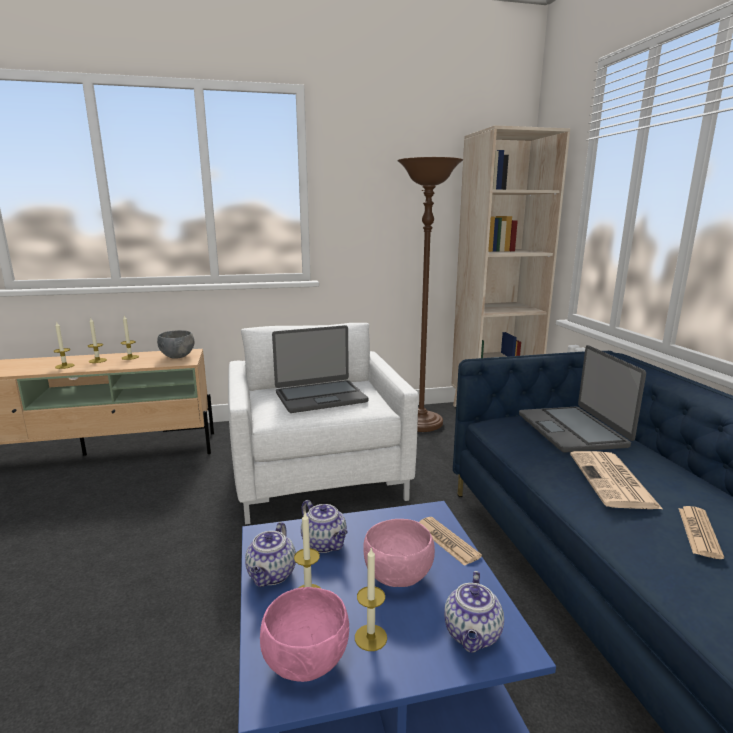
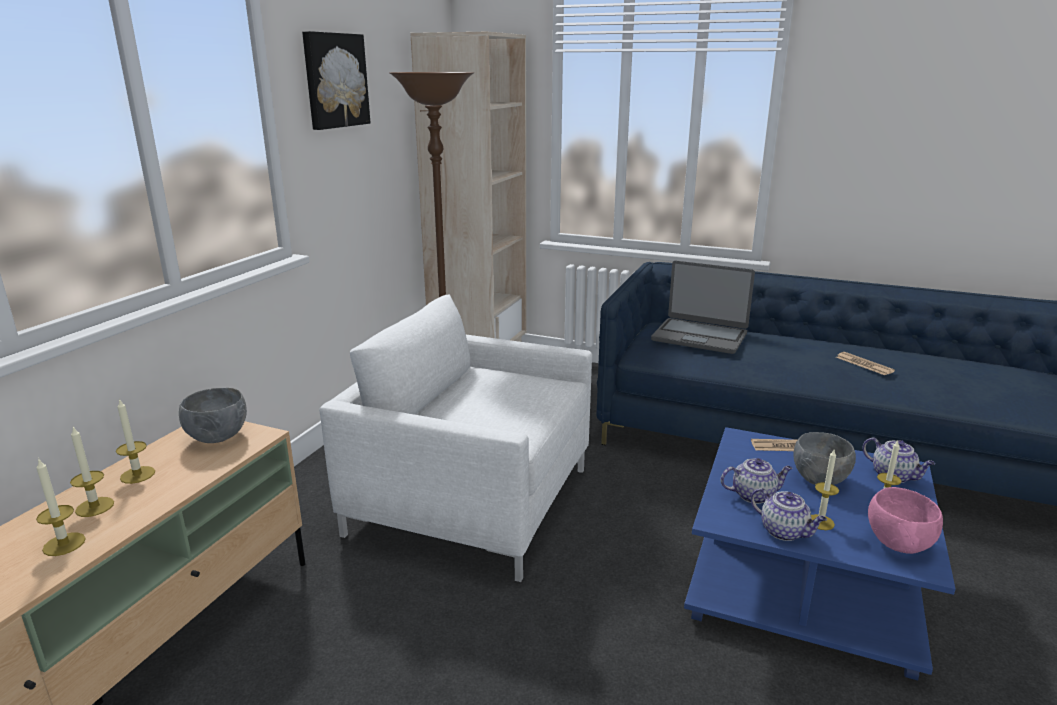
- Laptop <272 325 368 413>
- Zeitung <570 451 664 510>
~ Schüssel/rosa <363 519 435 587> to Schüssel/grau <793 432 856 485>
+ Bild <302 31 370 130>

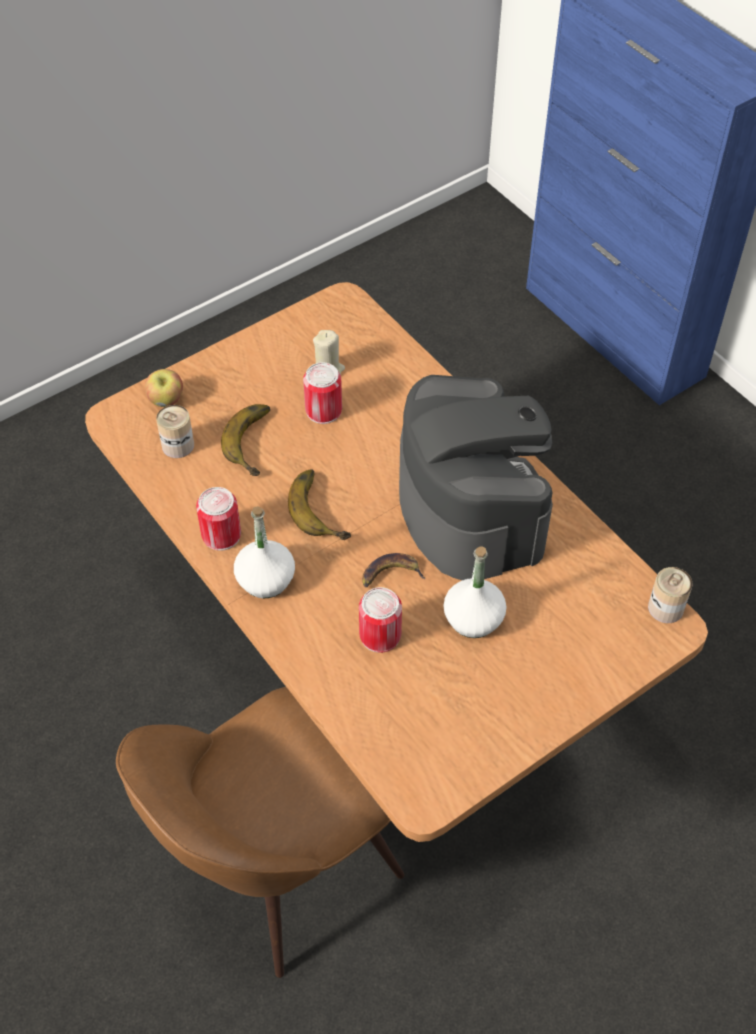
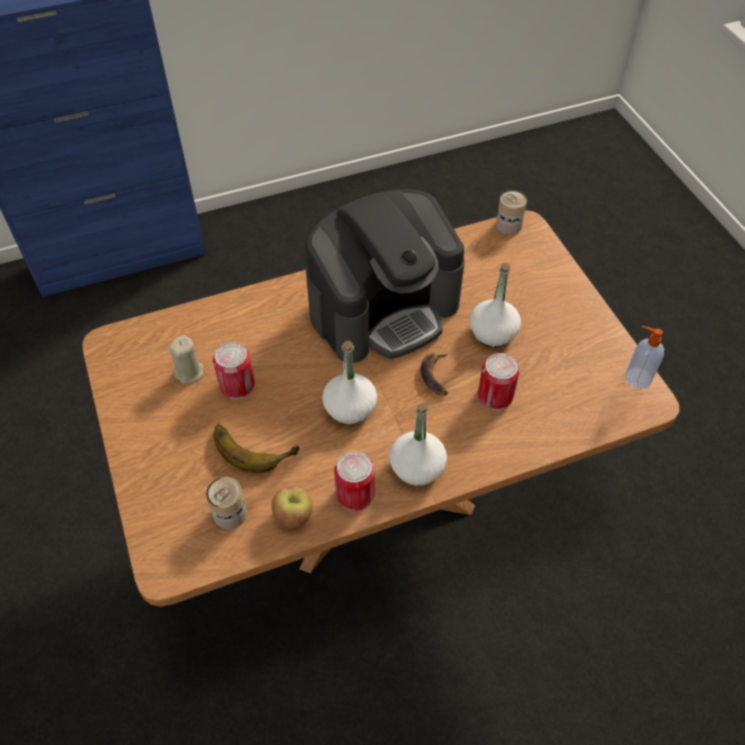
~ Apfel <145 369 183 407> to <272 487 313 528>
~ Kaffeemaschine <399 375 553 580> = <306 189 465 363> 150 degrees clockwise
~ Banane <288 470 351 540> to Flasche/weiß <322 341 377 425>
- Stuhl/braun <116 687 404 978>
+ Seifenspender <625 326 664 389>

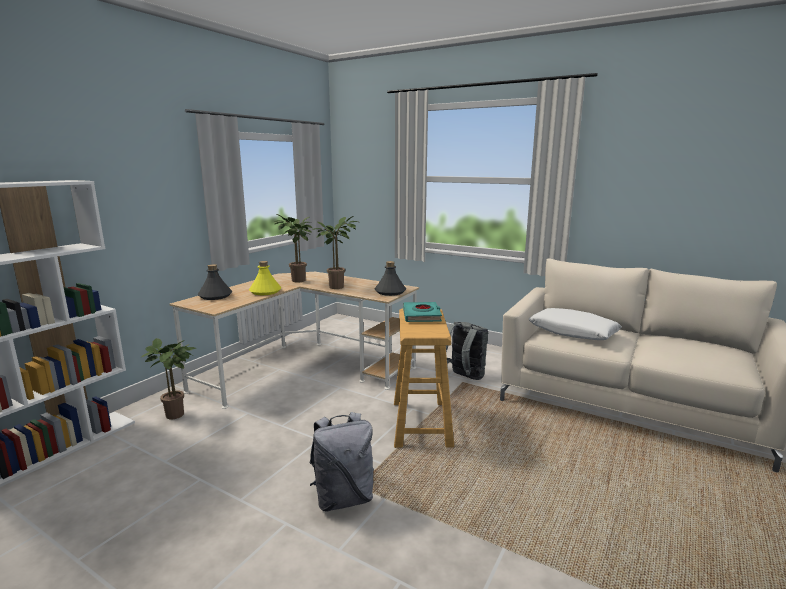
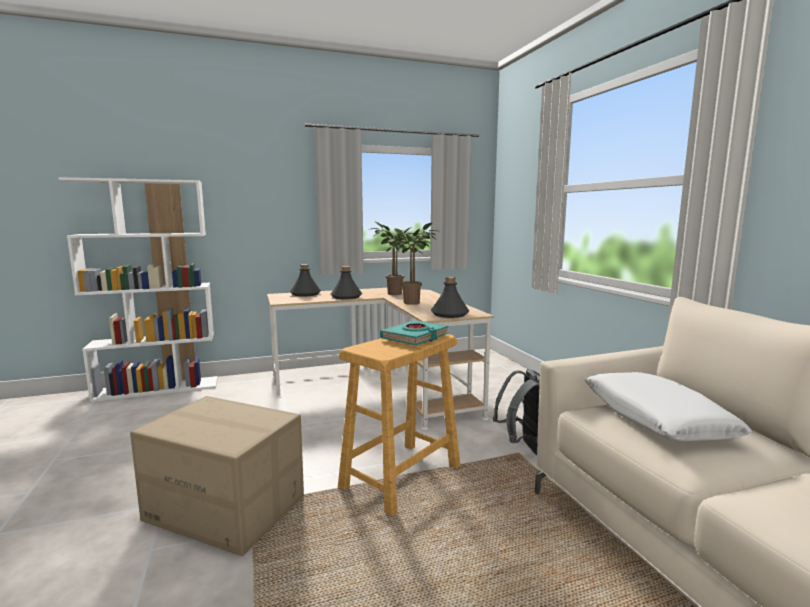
~ Flasche/gelb <249 261 282 295> to Flasche/grau <331 266 362 299>
- Topfpflanze <140 338 197 419>
~ Rucksack/grau <309 412 374 512> to Karton <130 396 304 556>

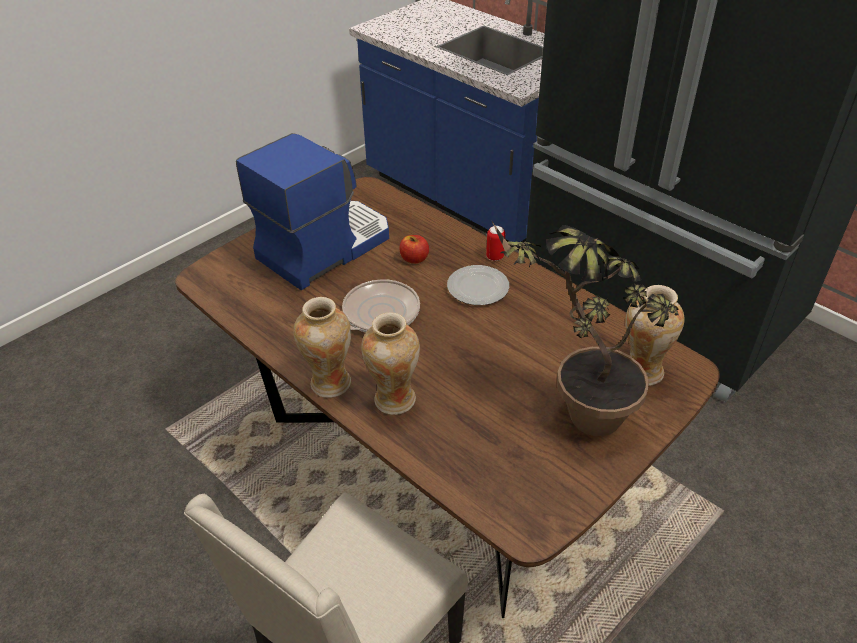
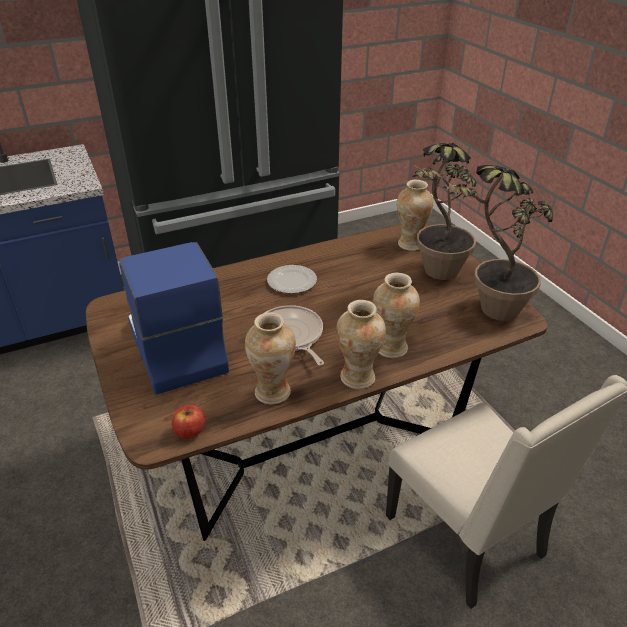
- Dose <486 226 505 261>
~ Apfel <399 235 429 264> to <172 405 205 439>
+ Topfpflanze <438 165 553 321>
+ Vase <245 312 296 404>

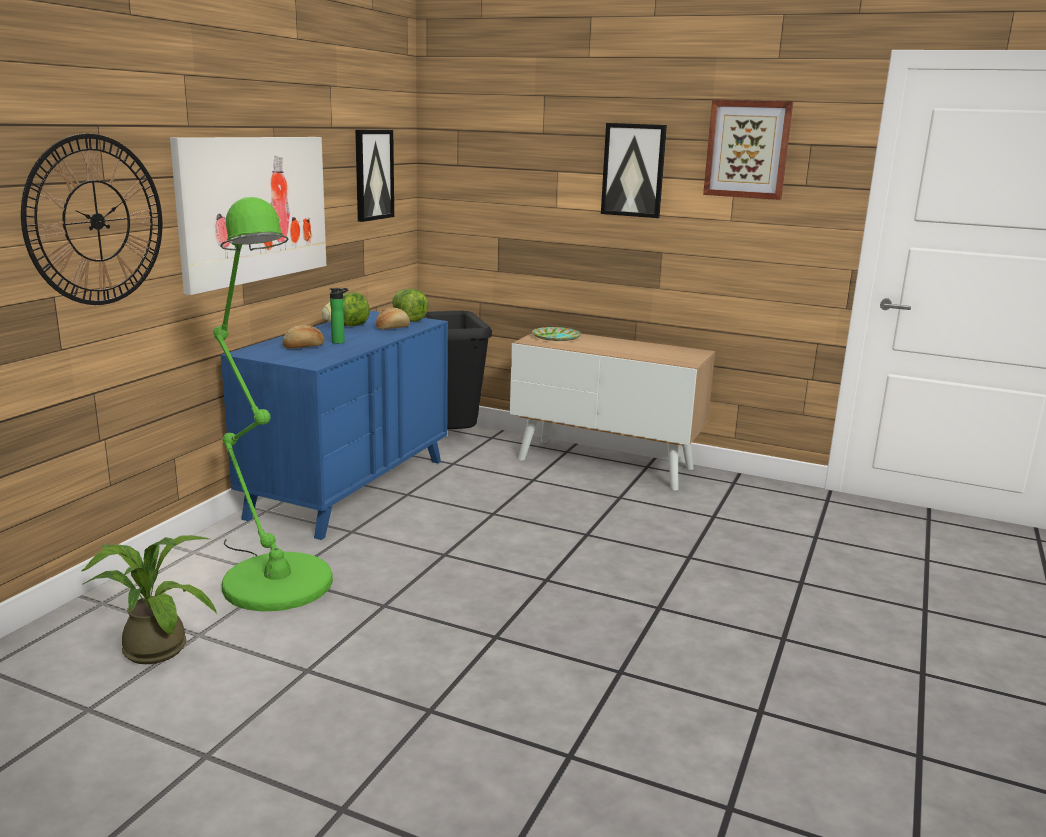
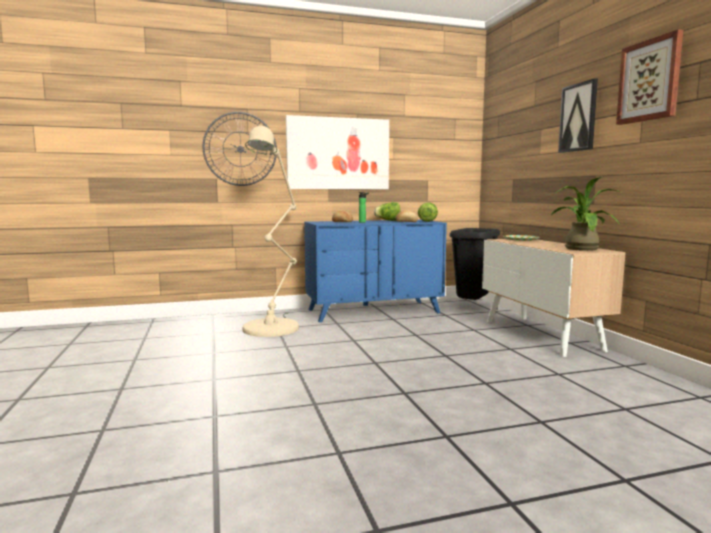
- Bild <355 130 394 222>
~ Stehlampe/grün <213 197 333 612> to Stehlampe/beige <242 126 299 337>
~ Topfpflanze <81 535 217 664> to <551 177 623 251>

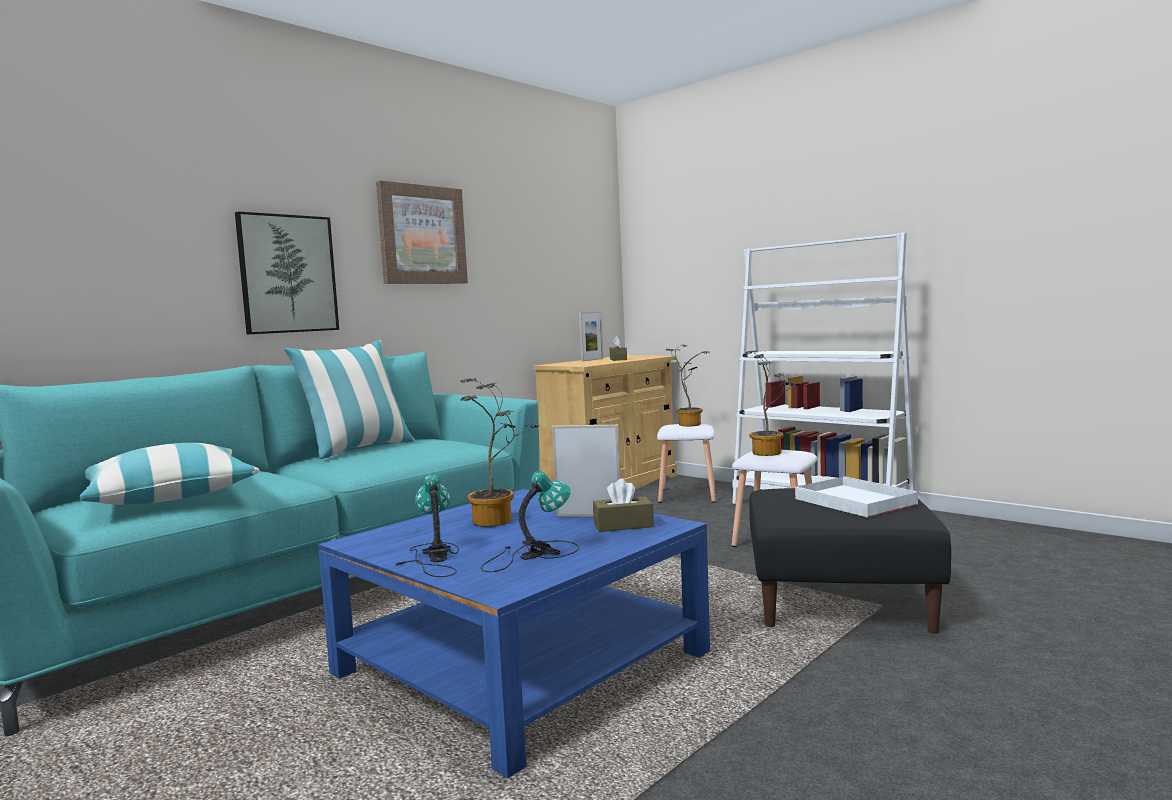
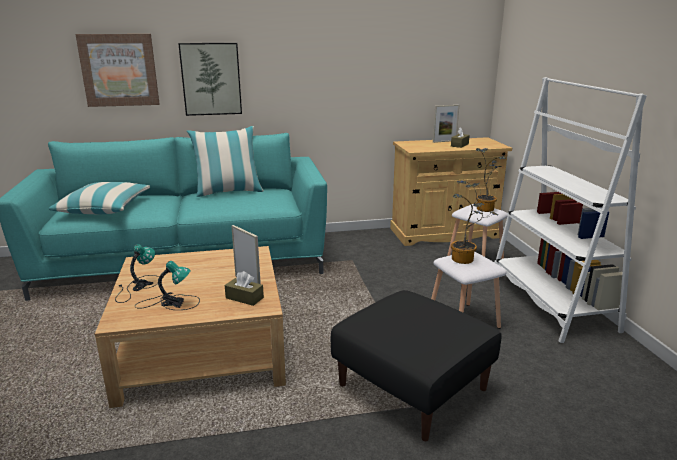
~ Bild <376 180 468 284> to <75 34 159 107>
- Topfpflanze <460 378 539 527>
- Tablett/weiß <795 476 920 518>
~ Couchtisch/blau <318 489 710 778> to Couchtisch/beige <95 246 286 408>

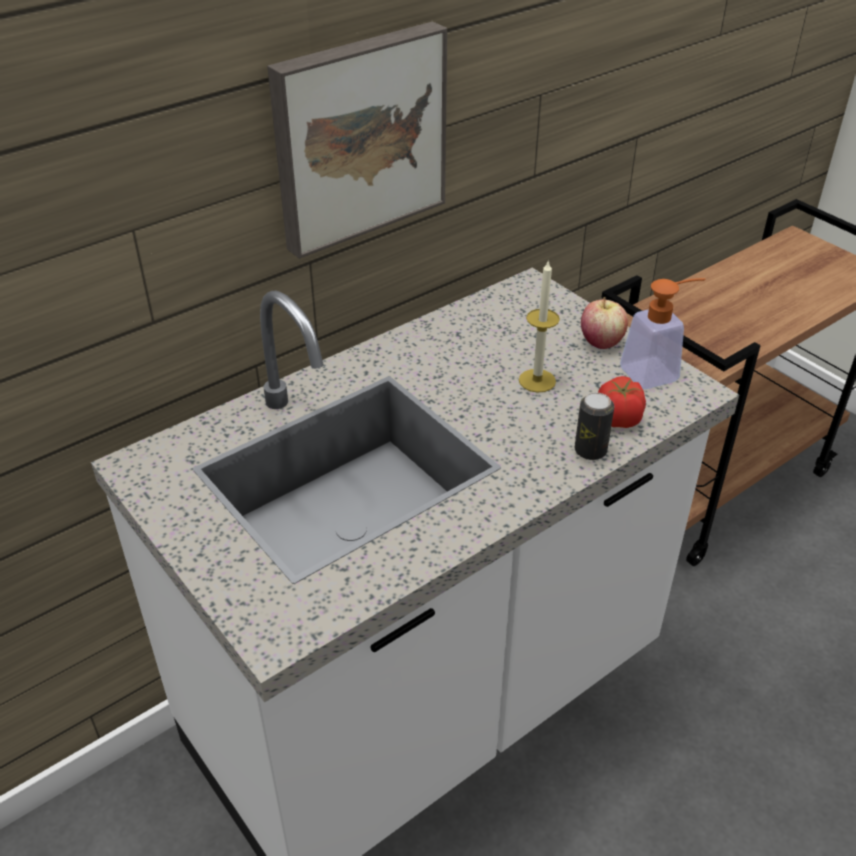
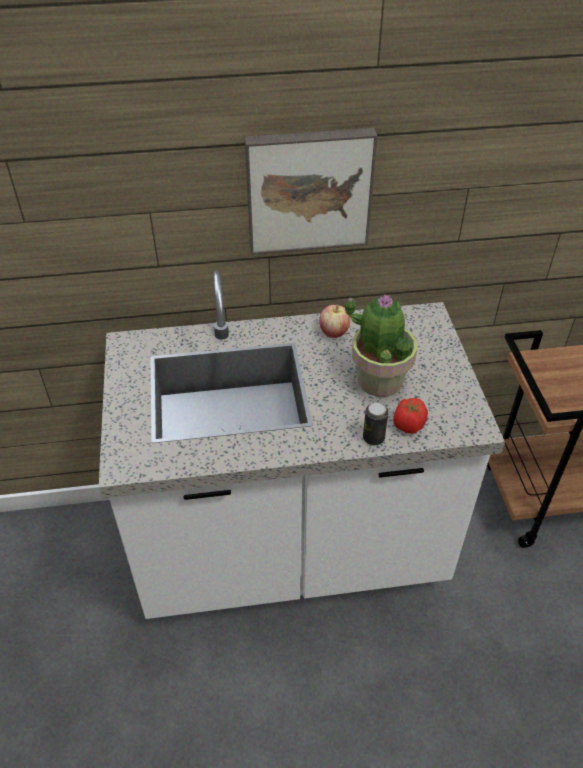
~ Kerze <519 260 560 393> to Topfpflanze <345 294 417 397>
- Seifenspender <620 278 705 389>
~ Apfel <581 297 628 349> to <319 304 350 338>

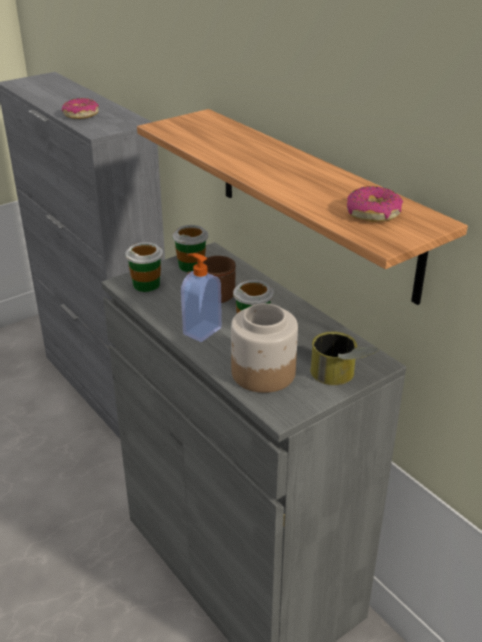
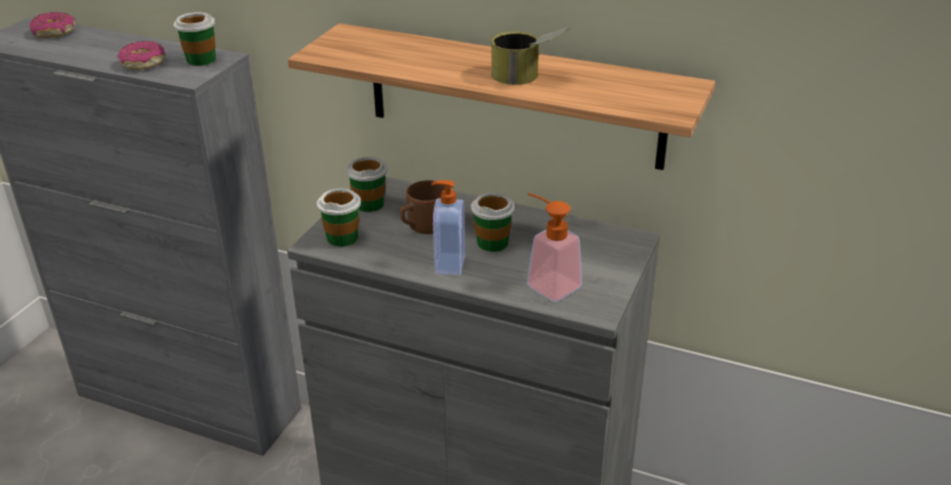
~ Donut <347 186 403 222> to <29 12 75 38>
~ Vorratsglas <231 303 298 393> to Seifenspender <527 193 582 302>
~ Dose <310 332 379 385> to <491 27 570 85>
+ Tasse <174 12 216 66>

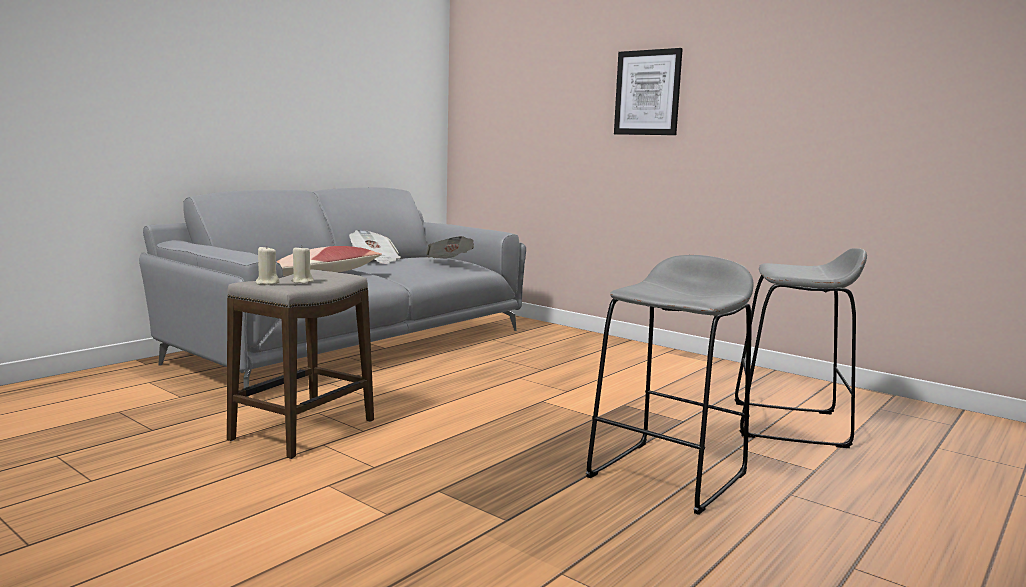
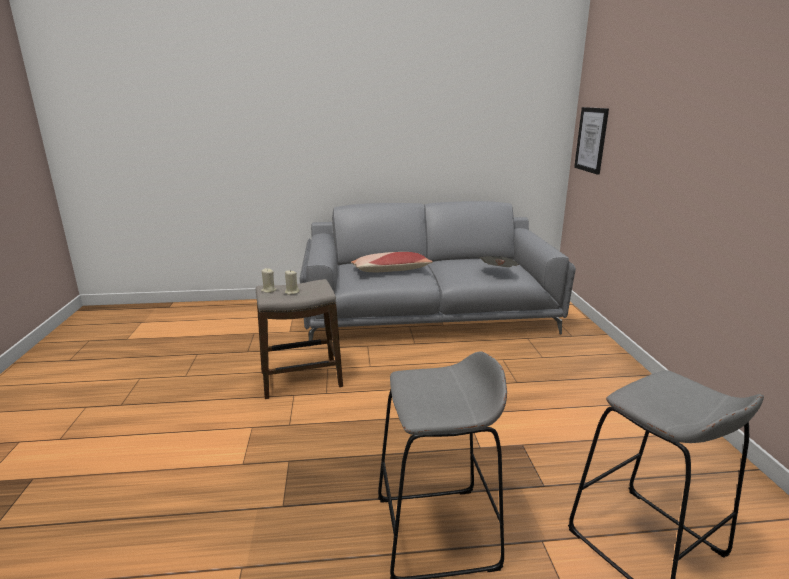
~ Bild <614 48 683 135> to <574 107 609 175>
- Zeitung <349 230 401 264>

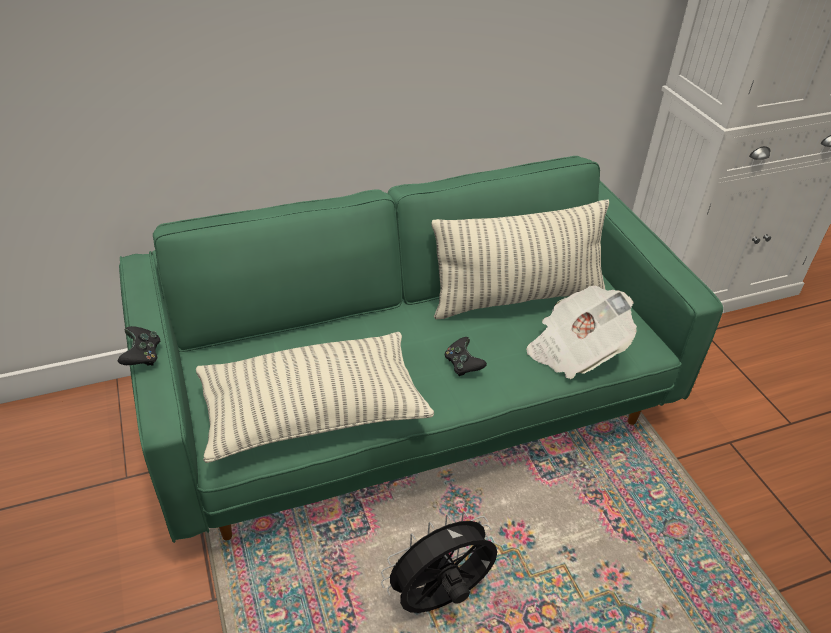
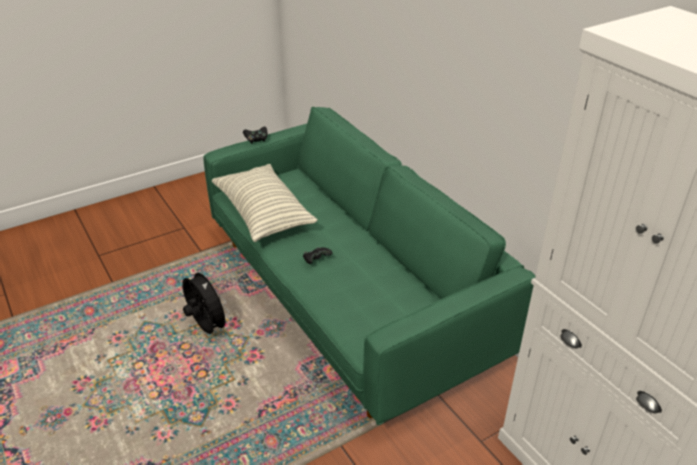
- Kissen <432 199 609 319>
- Zeitung <526 286 637 379>

